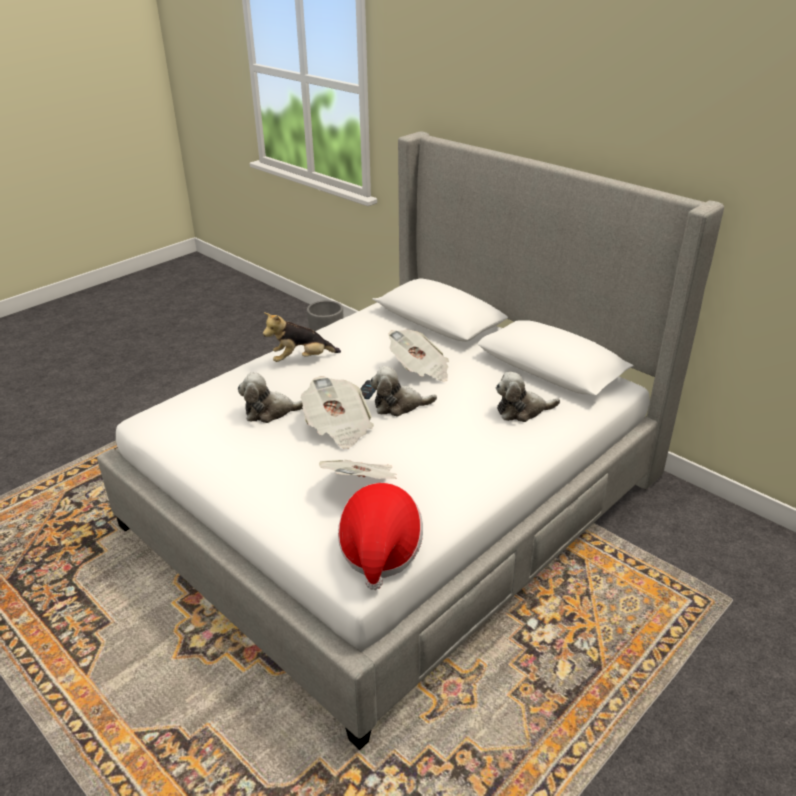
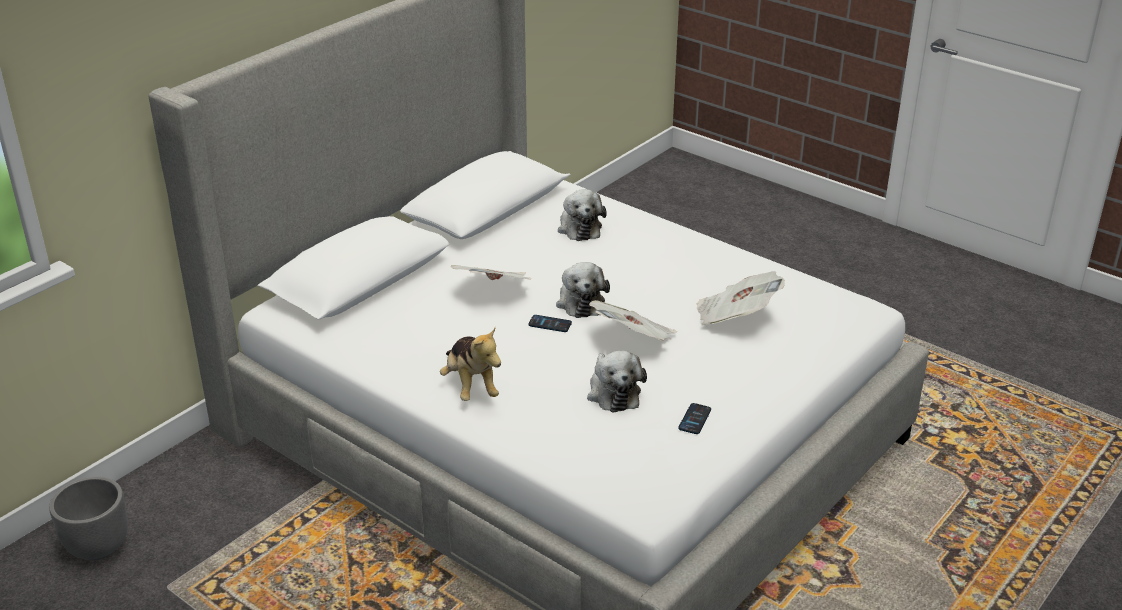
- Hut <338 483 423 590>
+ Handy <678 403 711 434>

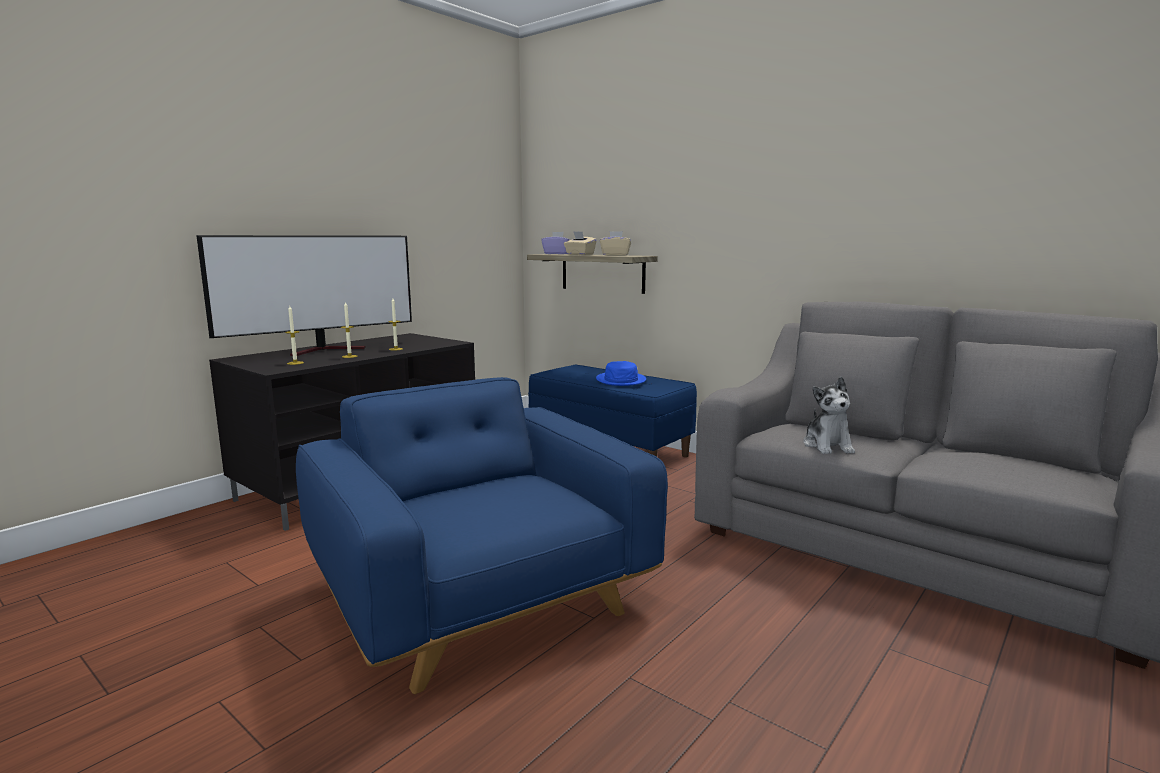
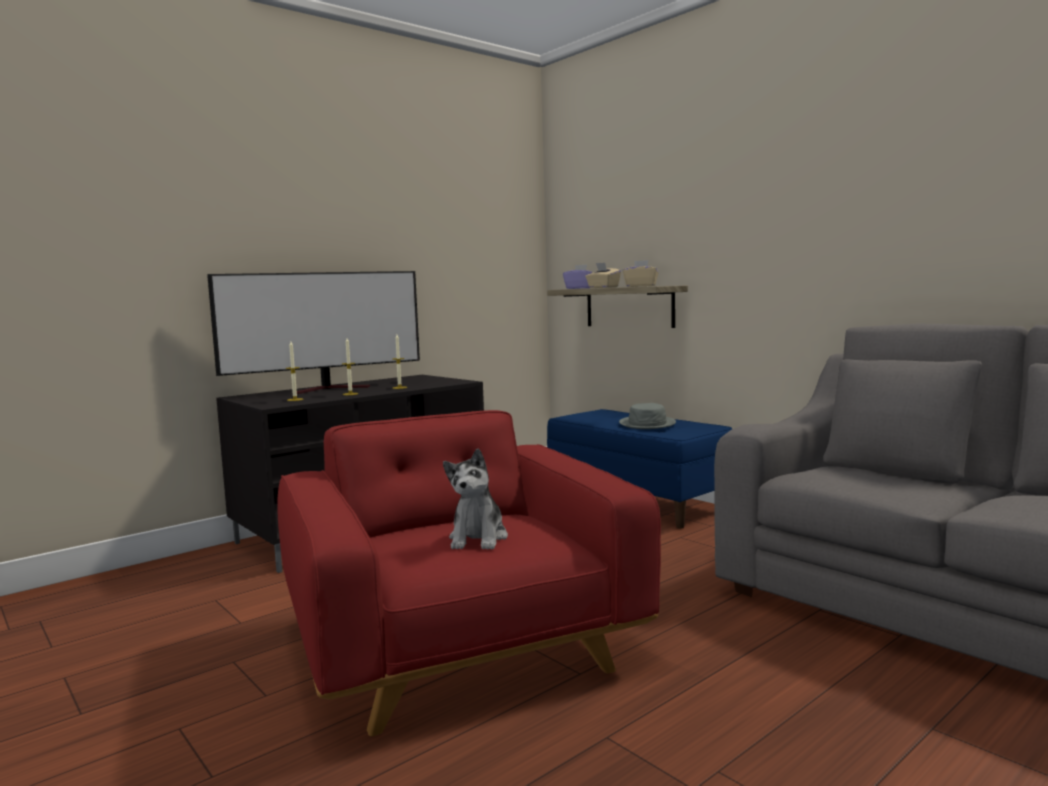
~ Hut/blau <596 361 646 386> to Hut/grau <619 403 676 429>
~ Plüschtier <803 376 855 454> to <443 449 508 550>
~ Sessel/blau <296 377 668 694> to Sessel/rot <277 410 661 736>

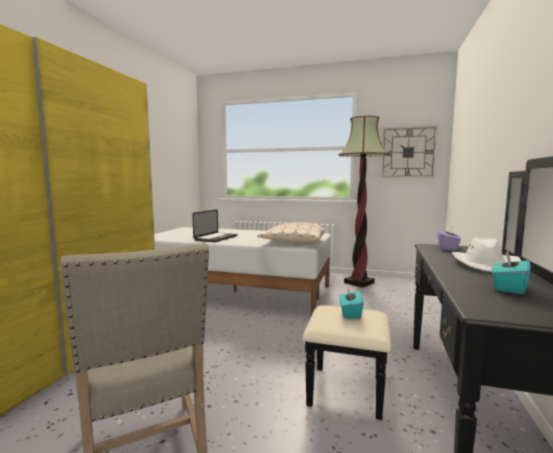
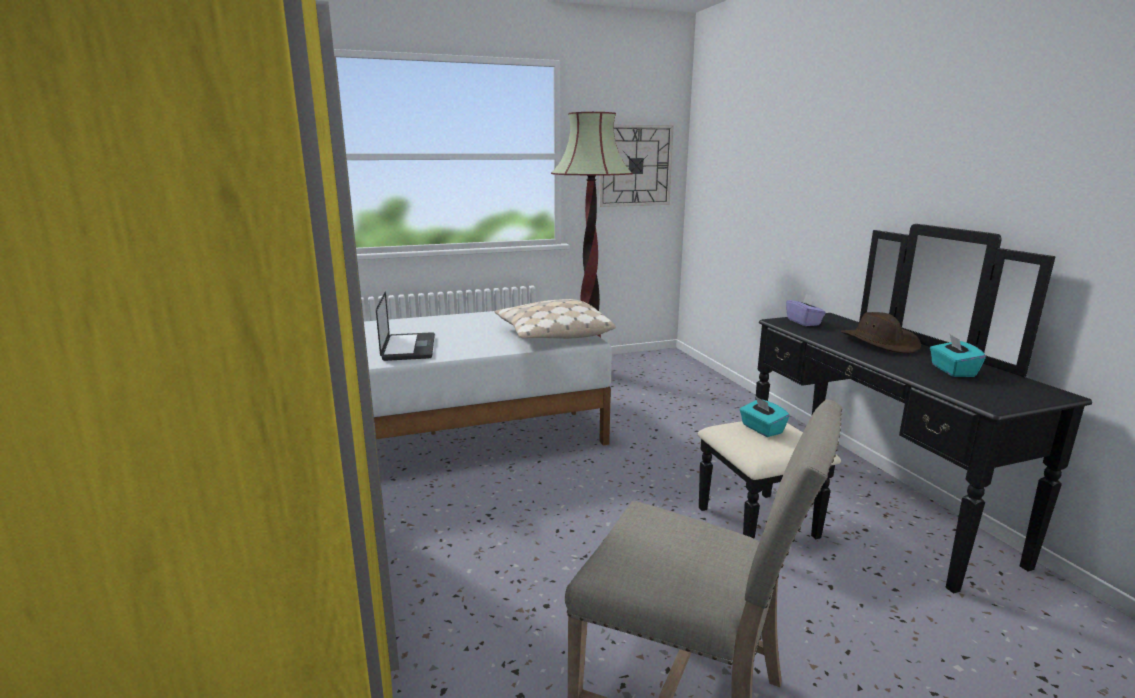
~ Hut/weiß <452 238 521 272> to Hut/braun <841 312 921 353>

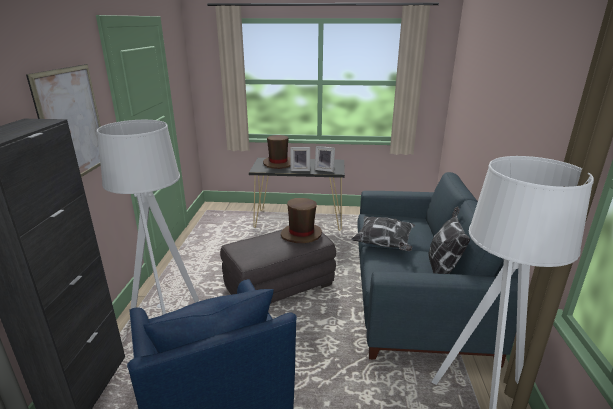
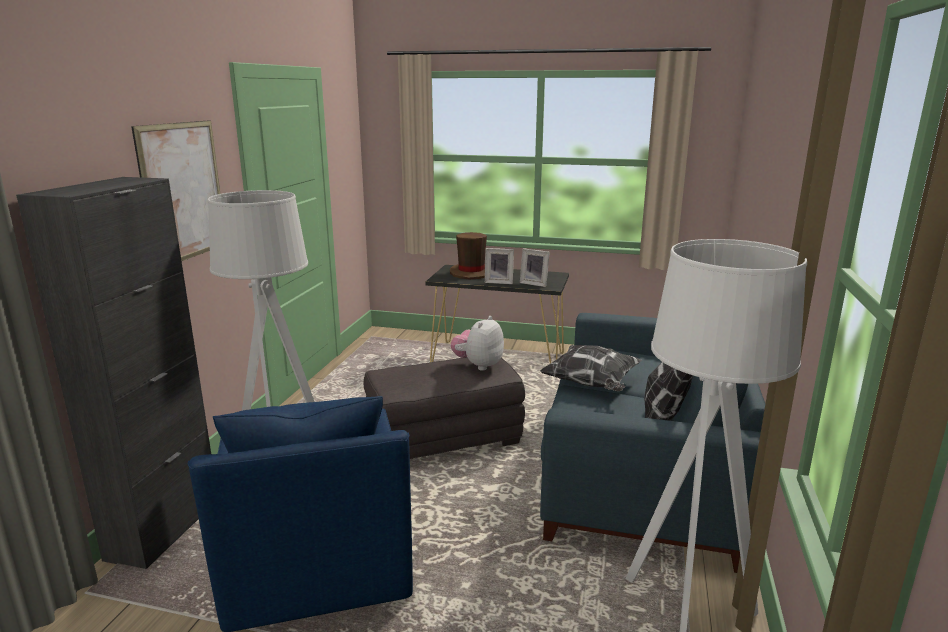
~ Hut/braun <281 198 322 243> to Plüschtier <451 316 504 371>

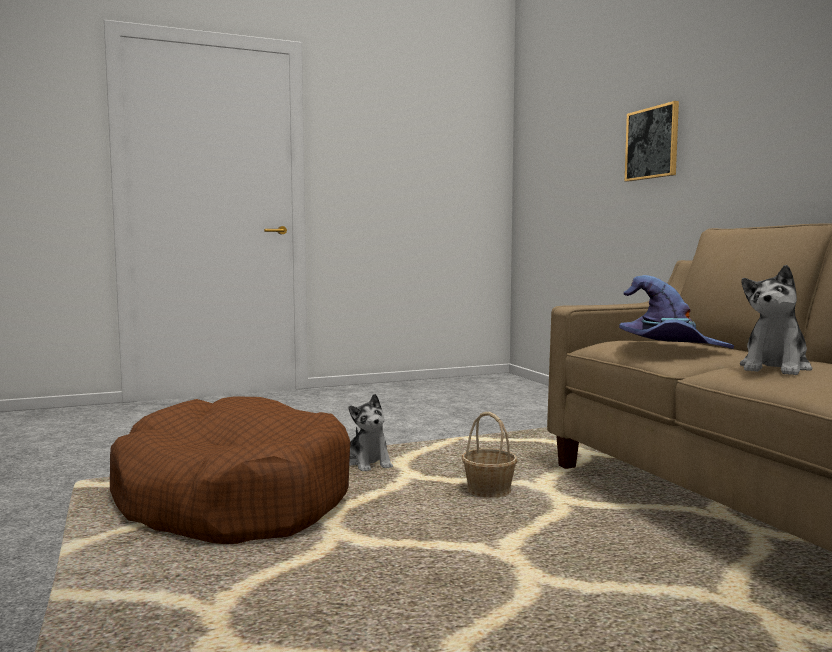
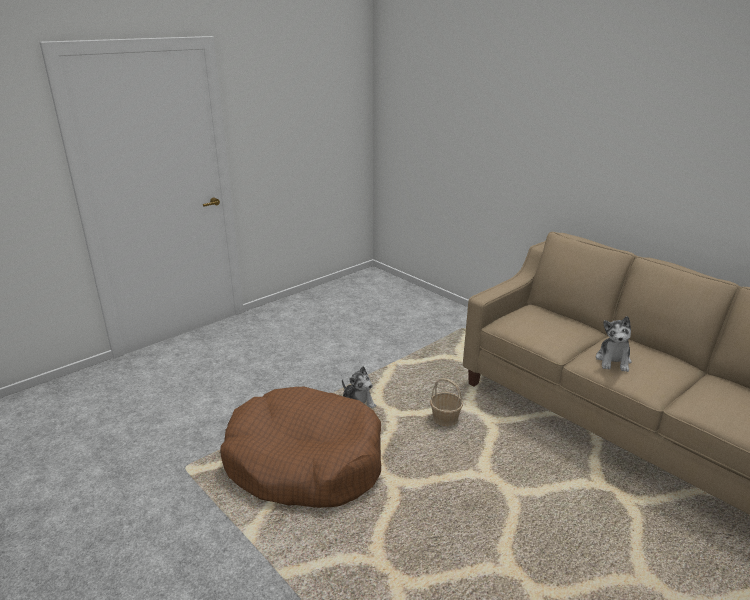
- Bild <625 101 679 182>
- Hut/lila <619 275 734 349>

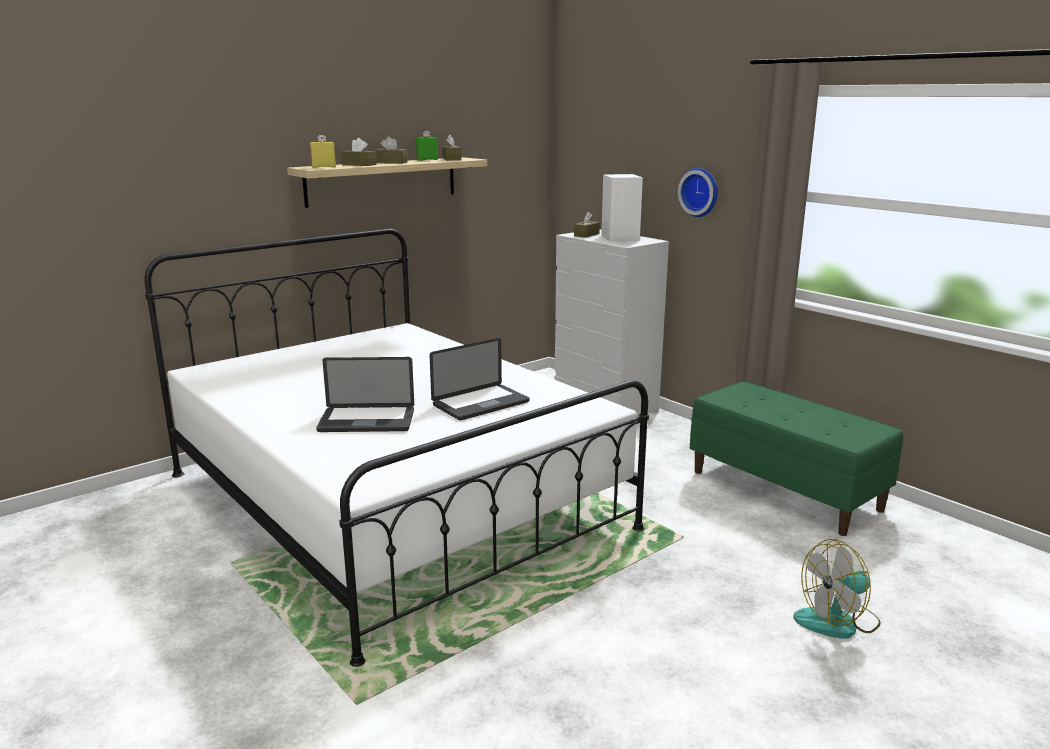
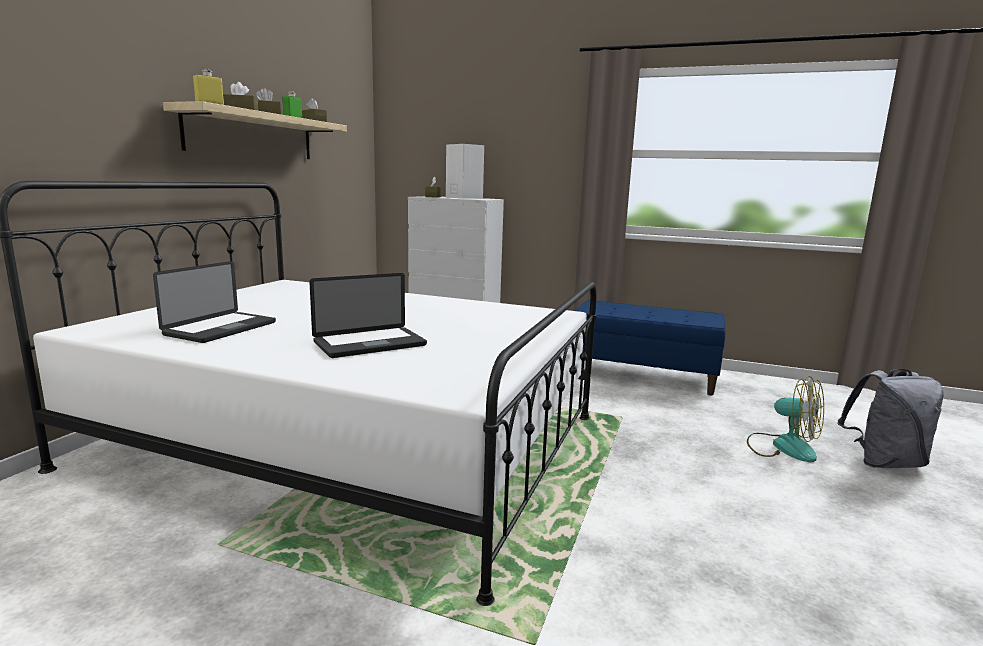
- Wanduhr <678 168 718 217>
~ Laptop <430 338 529 420> to <153 261 276 343>
~ Bank/grün <690 381 903 536> to Bank/blau <575 300 726 395>
~ Ventilator <793 539 881 639> = <747 376 824 462> 90 degrees counterclockwise
+ Rucksack/grau <837 369 944 468>

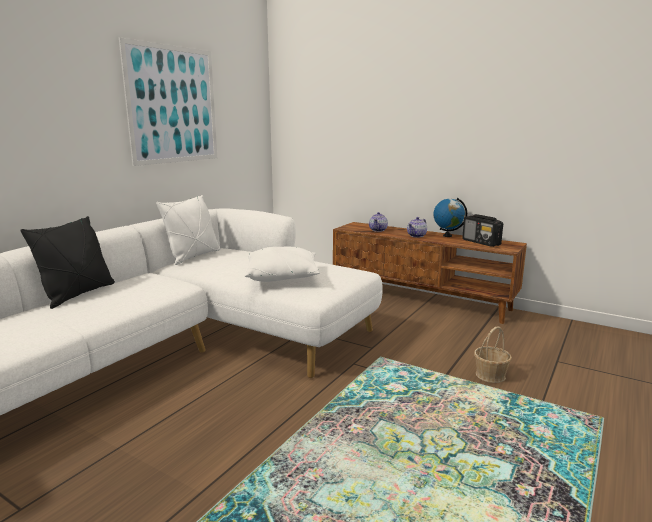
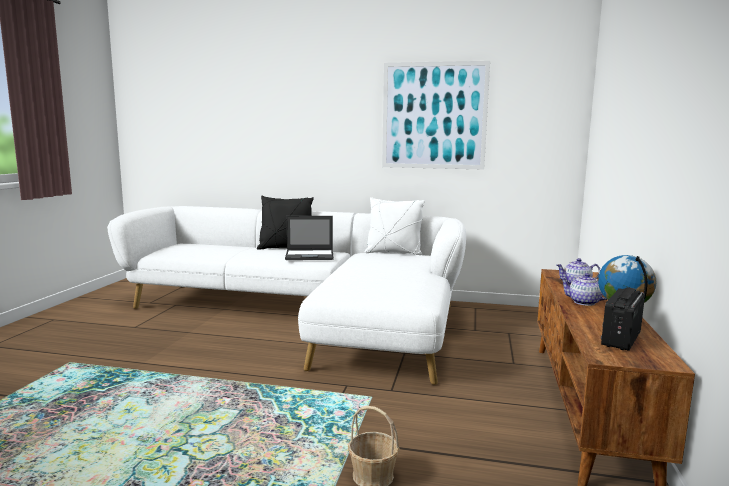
- Kissen/weiß <245 247 320 282>
+ Laptop <285 216 334 260>

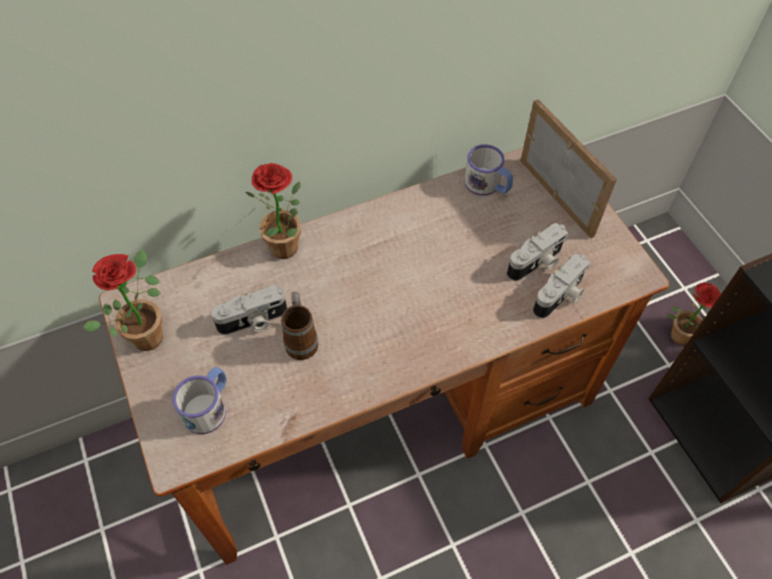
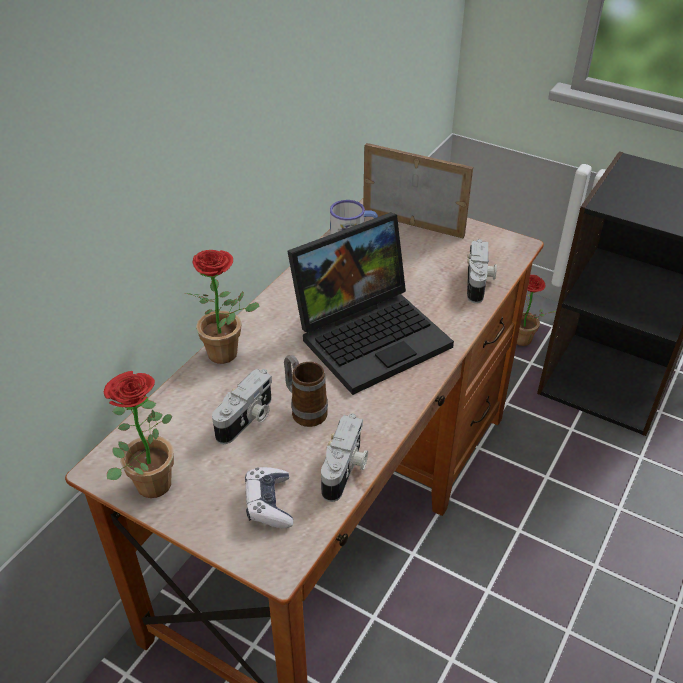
~ Kamera <507 223 568 281> to <321 413 368 502>
~ Henkelbecher <172 367 226 434> to Gamepad <245 467 293 528>
+ Laptop <287 212 454 395>

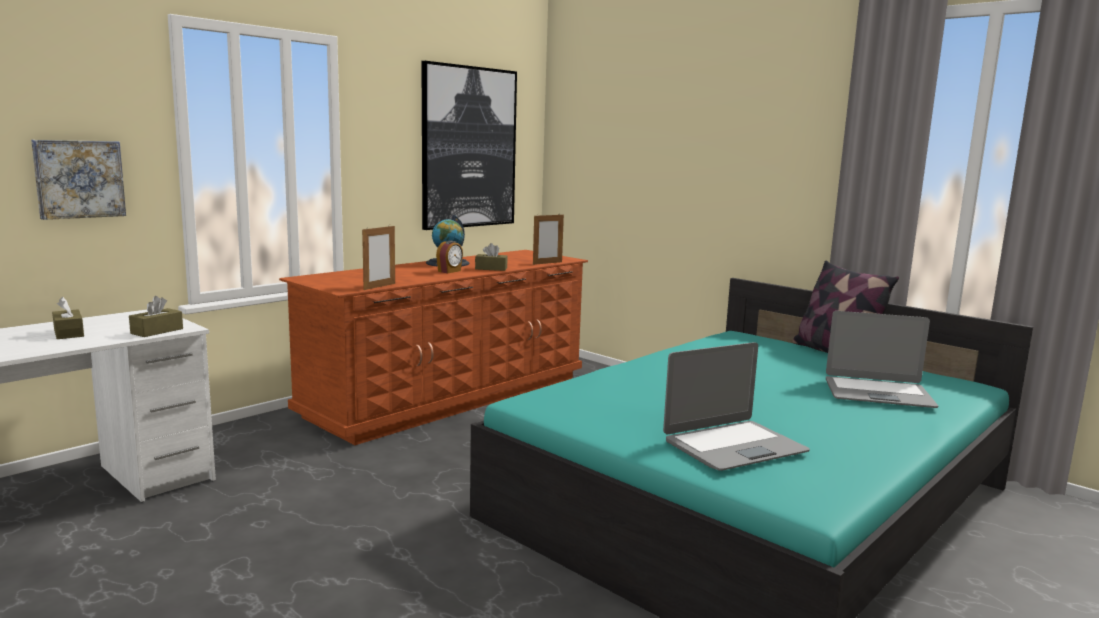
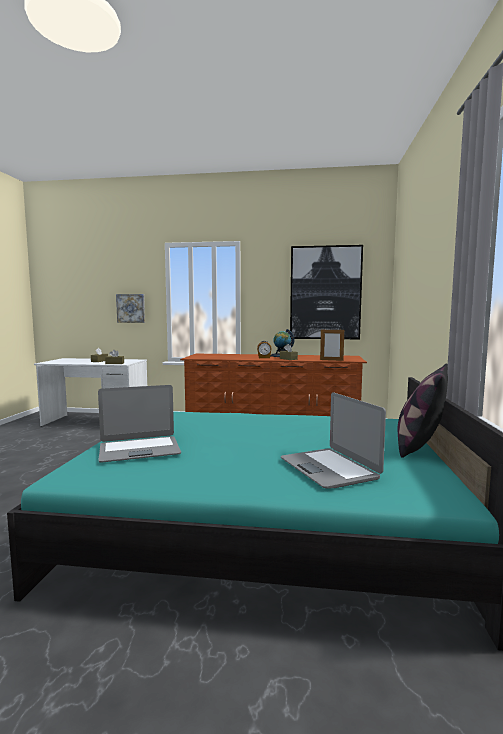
- Bilderrahmen <362 224 395 290>
~ Laptop <663 342 810 471> = <98 385 181 463> 45 degrees counterclockwise

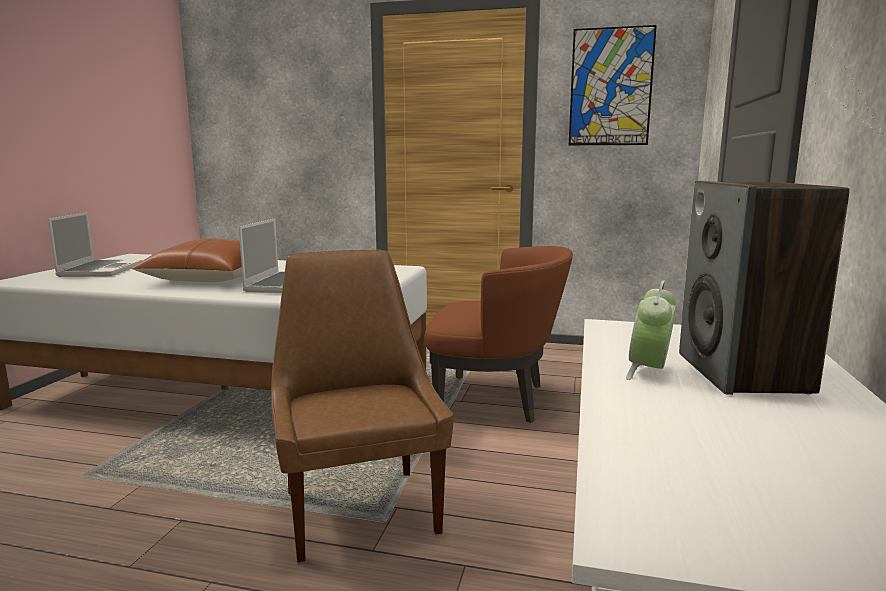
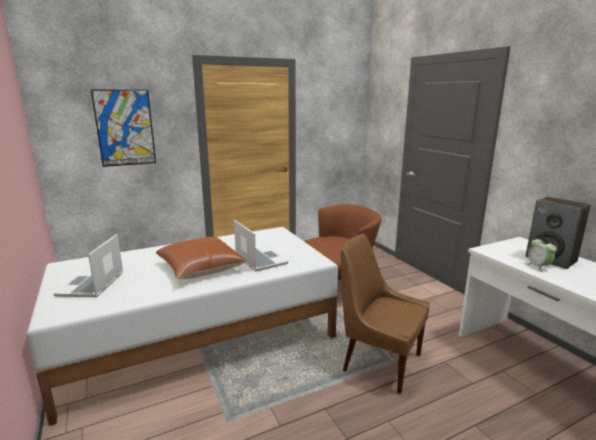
~ Bild <569 25 657 145> to <91 90 156 167>
~ Laptop <48 212 142 277> = <54 234 123 297> 135 degrees counterclockwise

